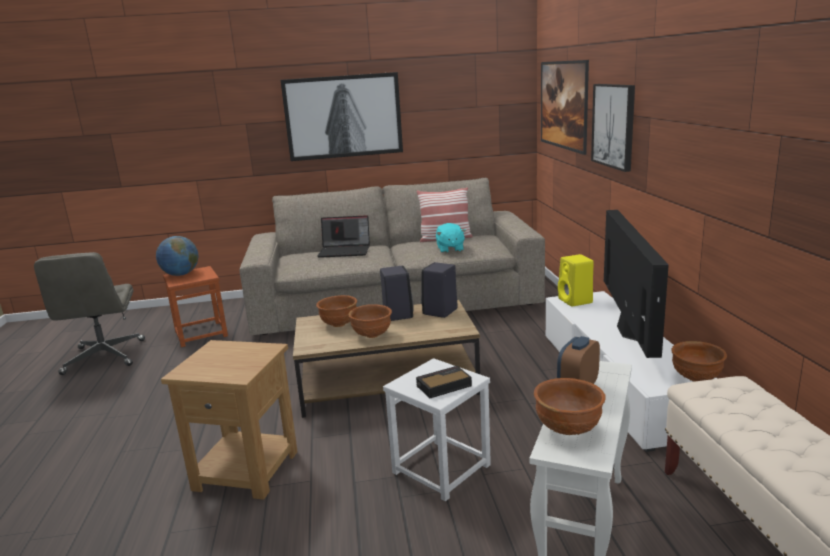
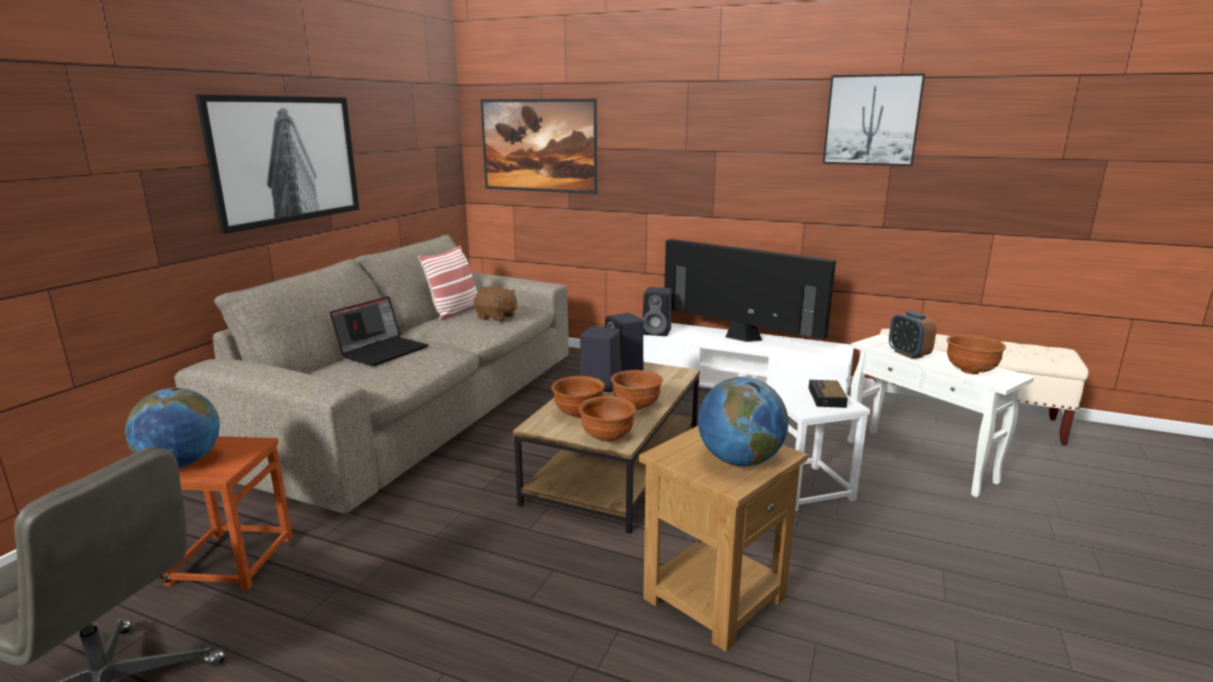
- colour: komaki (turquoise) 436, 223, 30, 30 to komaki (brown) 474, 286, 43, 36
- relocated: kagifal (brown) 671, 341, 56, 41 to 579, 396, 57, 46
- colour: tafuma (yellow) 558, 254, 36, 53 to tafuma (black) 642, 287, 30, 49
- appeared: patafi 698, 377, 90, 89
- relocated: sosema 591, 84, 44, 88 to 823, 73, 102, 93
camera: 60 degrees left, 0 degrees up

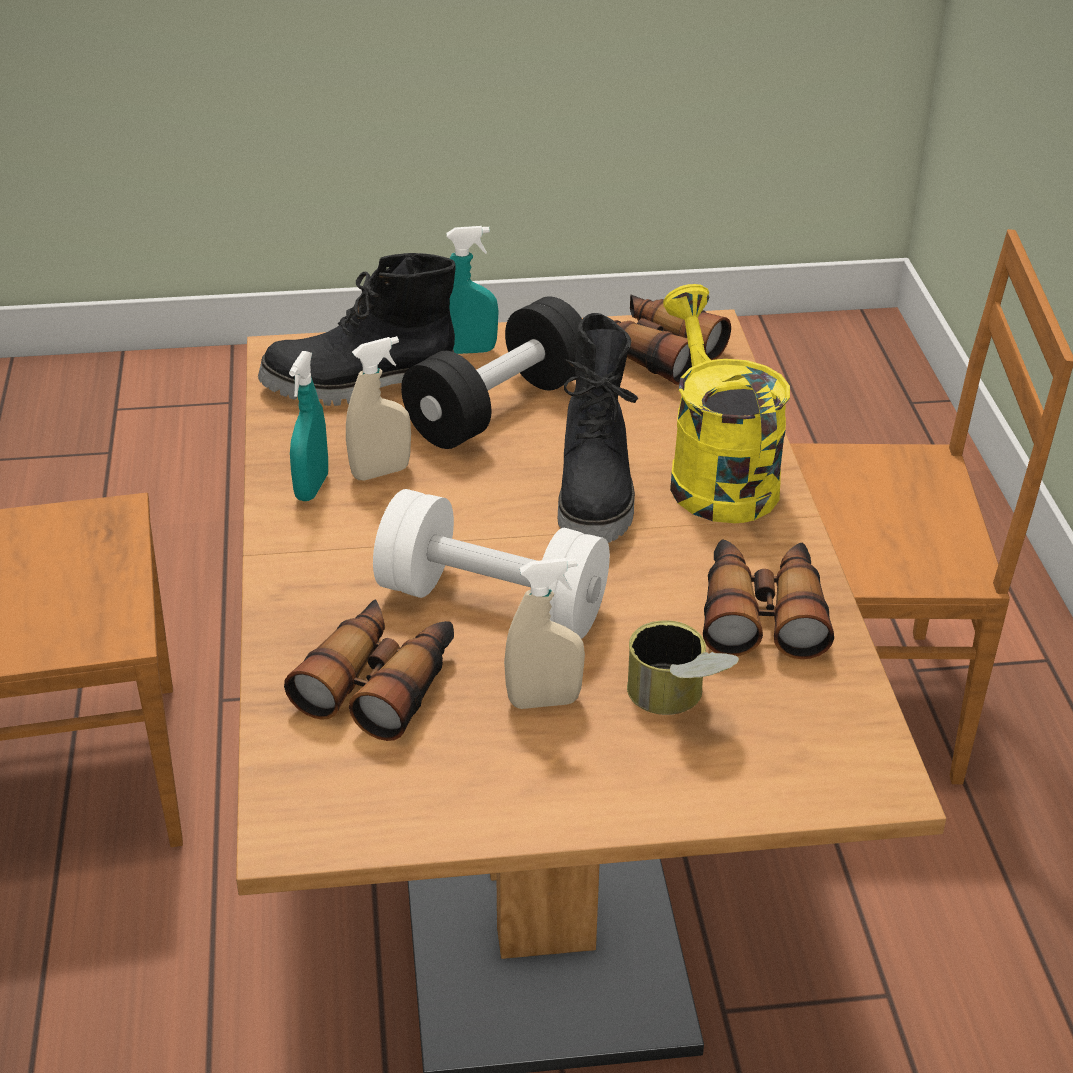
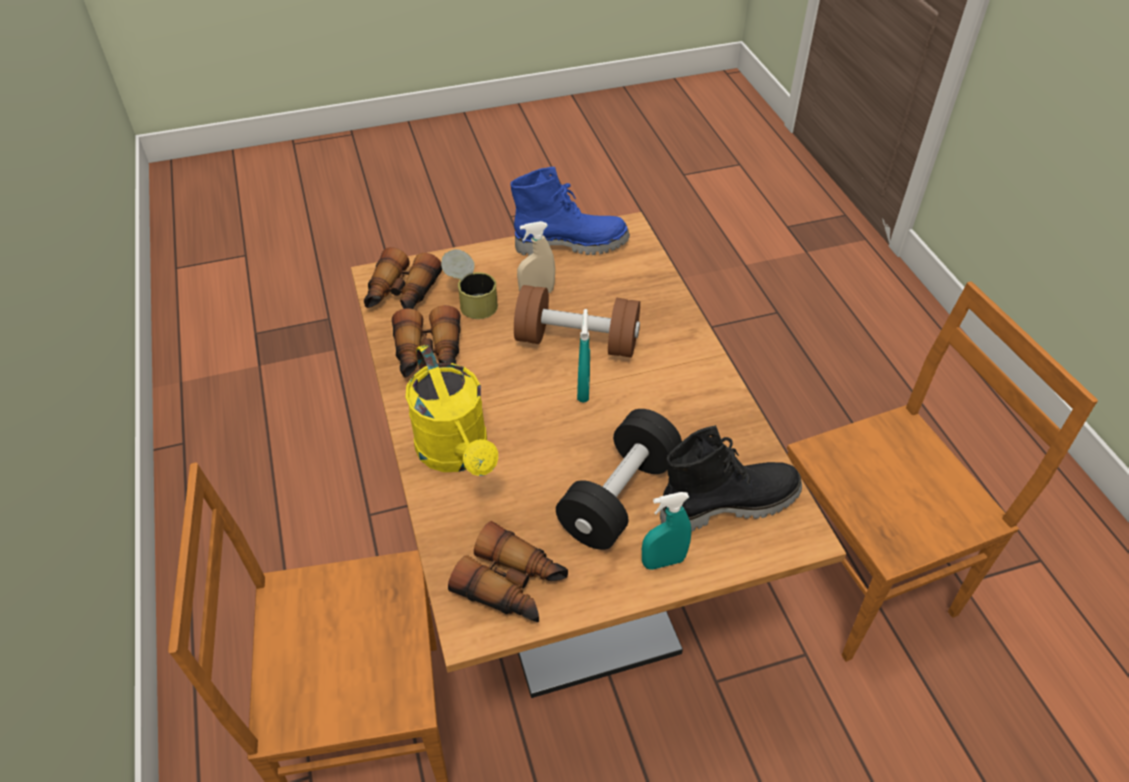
- relocated: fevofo 284, 599, 170, 142 to 364, 247, 78, 62
- appeared: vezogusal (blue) 511, 167, 119, 89
- colour: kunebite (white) 373, 489, 237, 150 to kunebite (brown) 514, 285, 126, 73
- relocated: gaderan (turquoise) 289, 351, 39, 150 to 577, 309, 13, 94
- missing: gaderan (beige) 346, 336, 65, 145
- missing: vezogusal (black) 558, 313, 80, 230
camera: 170 degrees right, 10 degrees up

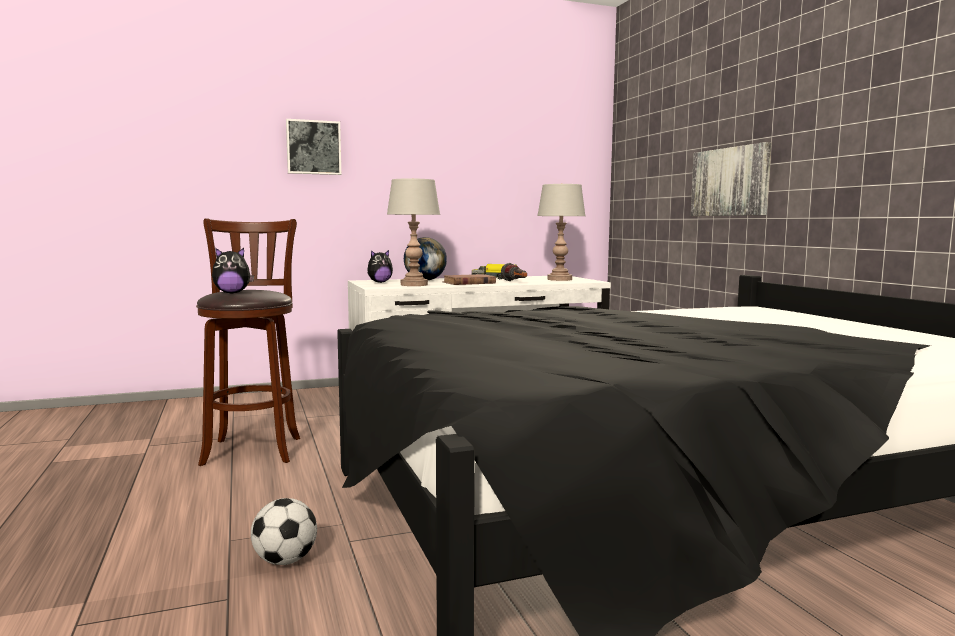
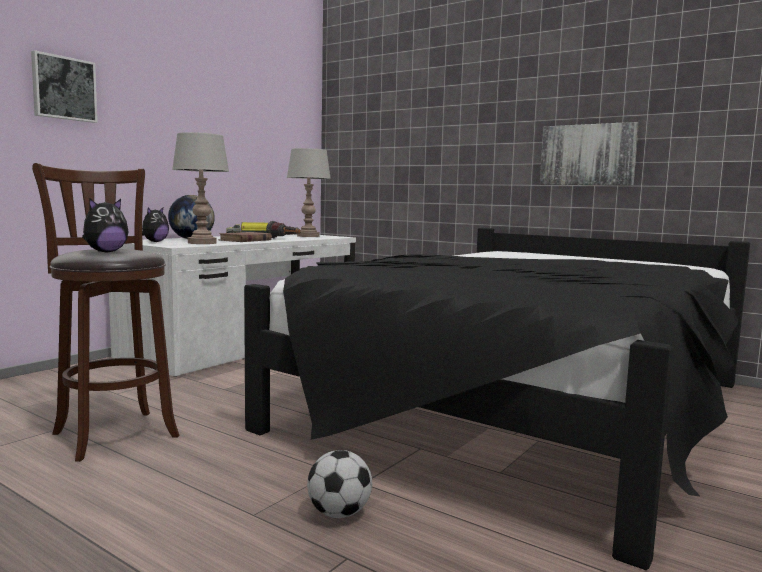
- relocated: sosema 691, 142, 80, 74 to 540, 122, 99, 64
camera: 35 degrees left, 0 degrees up

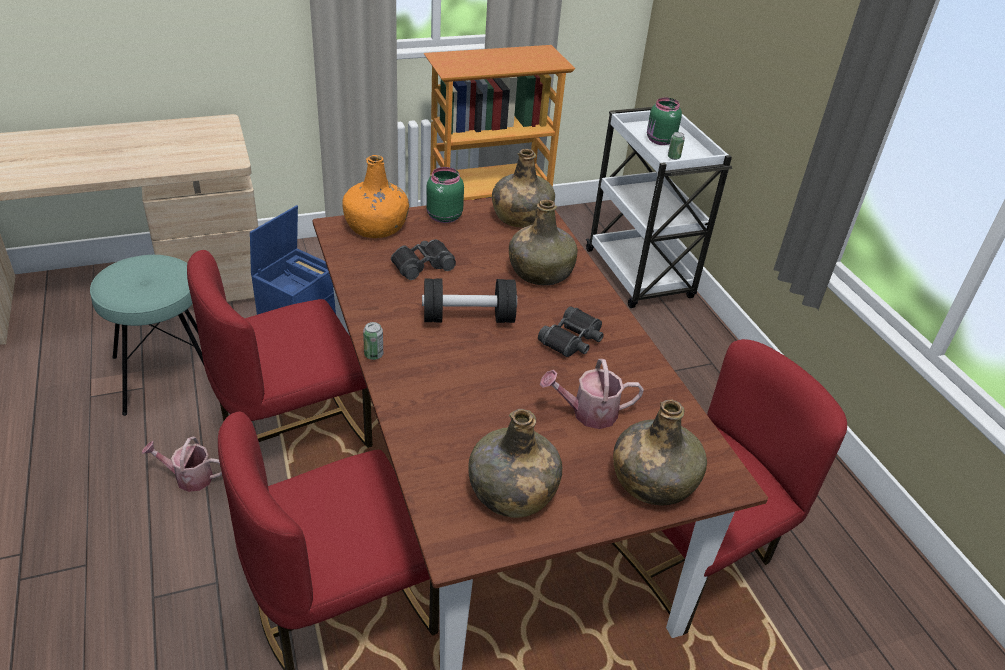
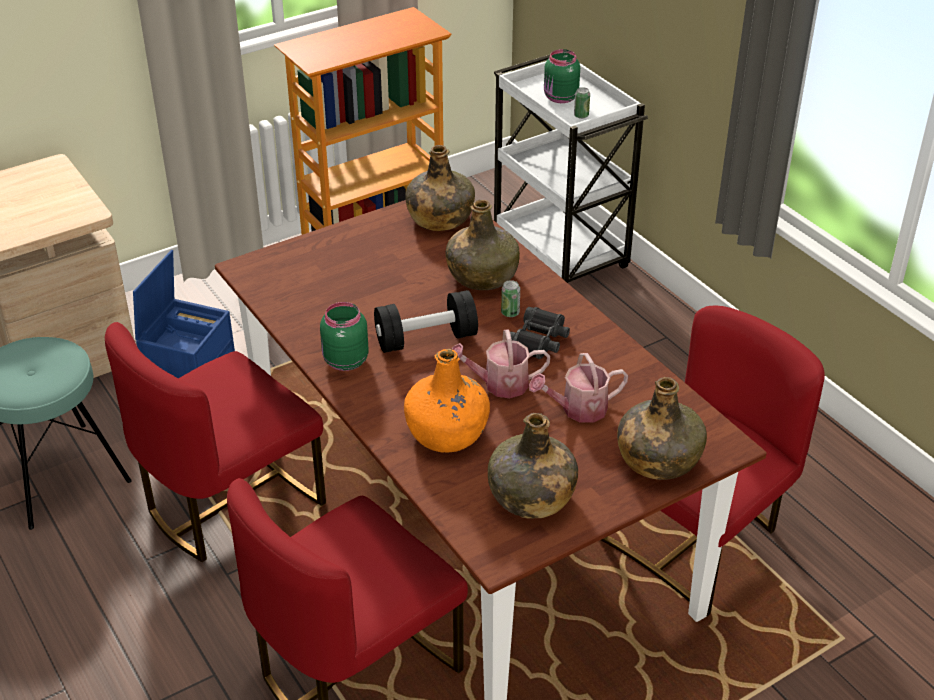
- relocated: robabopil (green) 426, 167, 38, 56 to 320, 302, 49, 69
- relocated: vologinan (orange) 342, 155, 67, 83 to 404, 349, 86, 104
- relocated: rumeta 141, 437, 81, 55 to 452, 329, 98, 69
- relocated: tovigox 363, 322, 20, 38 to 501, 280, 19, 37
- missing: fevofo (black) 391, 239, 65, 41
camera: 10 degrees left, 0 degrees up

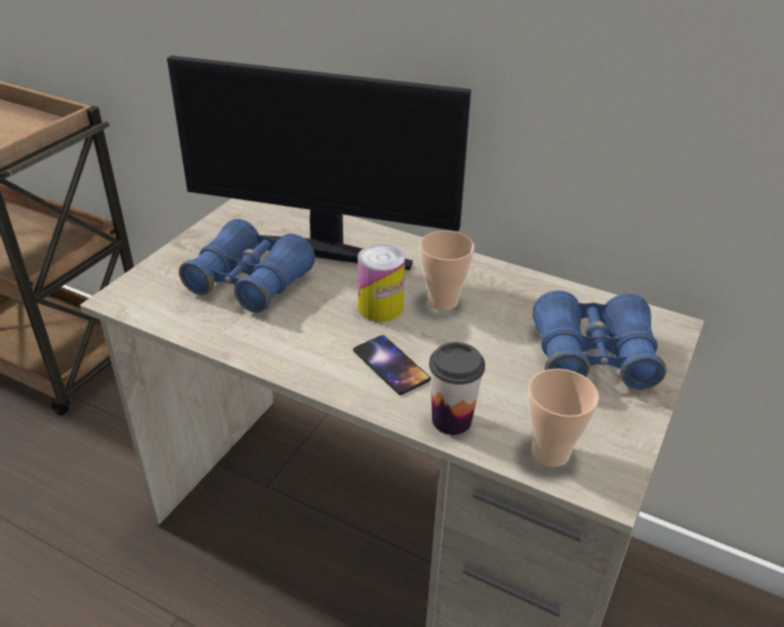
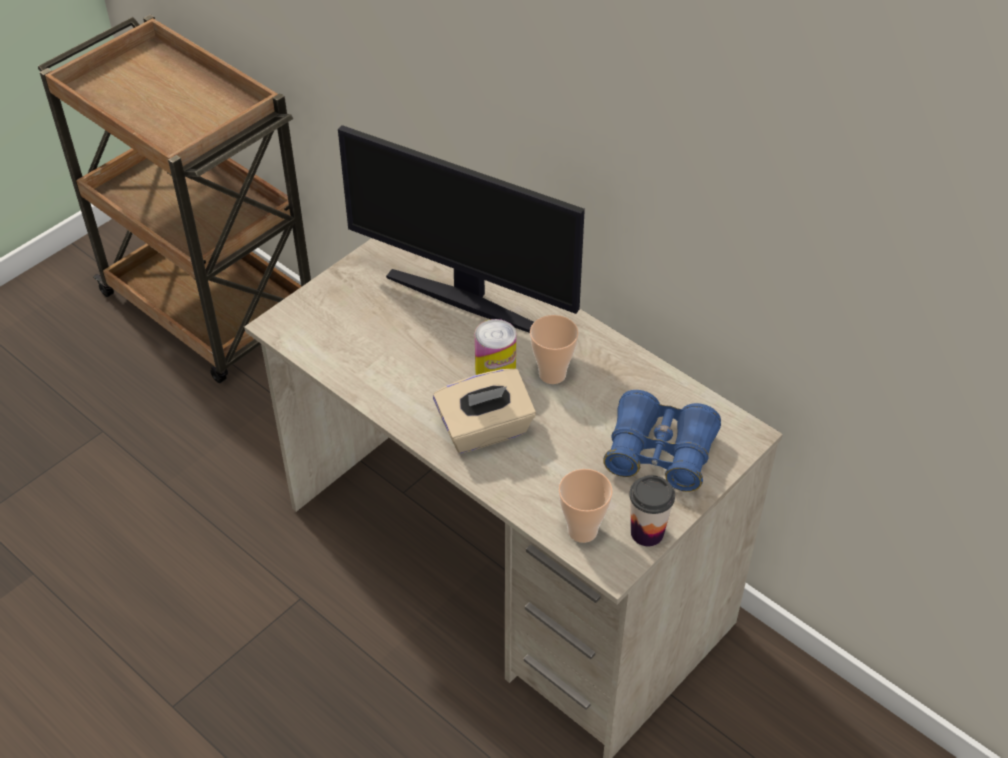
- exchanged: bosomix 353, 335, 78, 60 to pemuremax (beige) 433, 369, 103, 84
- relocated: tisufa 429, 342, 56, 93 to 629, 475, 46, 71
- missing: fevofo (blue) 179, 219, 136, 94
camera: 15 degrees right, 10 degrees up

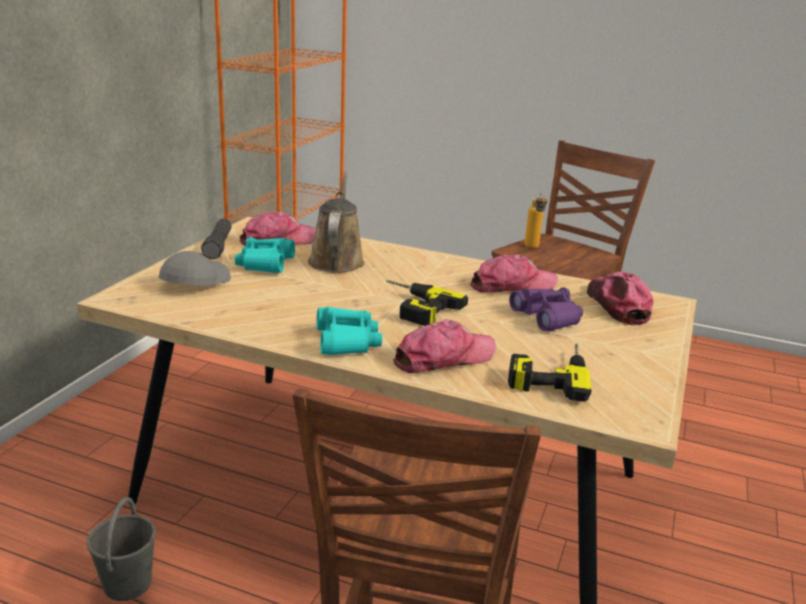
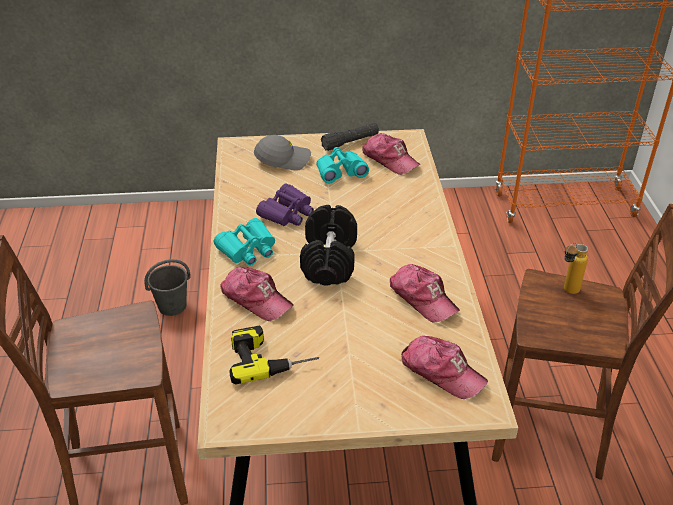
- relocated: fevofo (purple) 509, 287, 74, 44 to 256, 183, 58, 43
- exchanged: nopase 386, 280, 82, 46 to kunebite (black) 300, 205, 57, 81
- spun: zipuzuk 587, 272, 67, 54 = 401, 336, 87, 63 75 degrees clockwise
- missing: rumeta (brown) 308, 171, 57, 102
camera: 65 degrees right, 15 degrees up

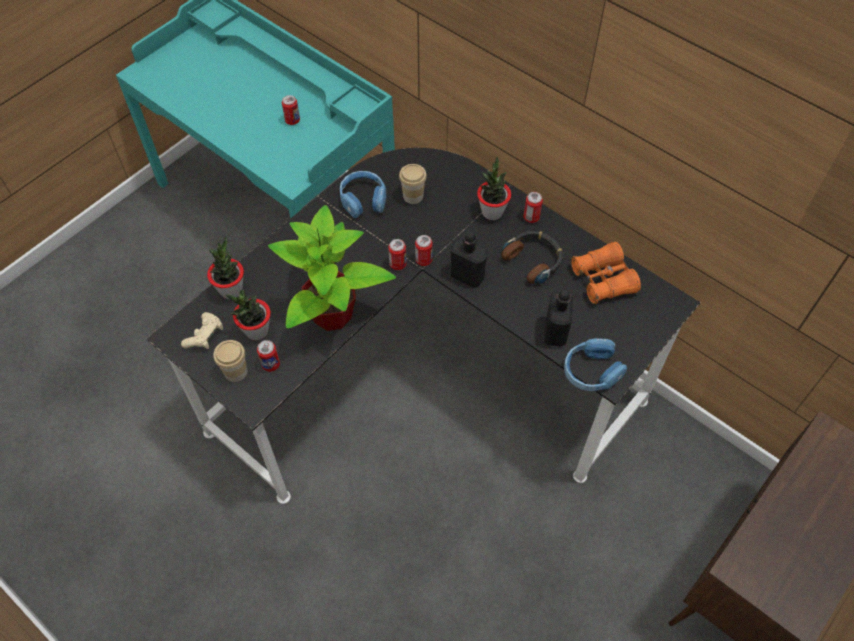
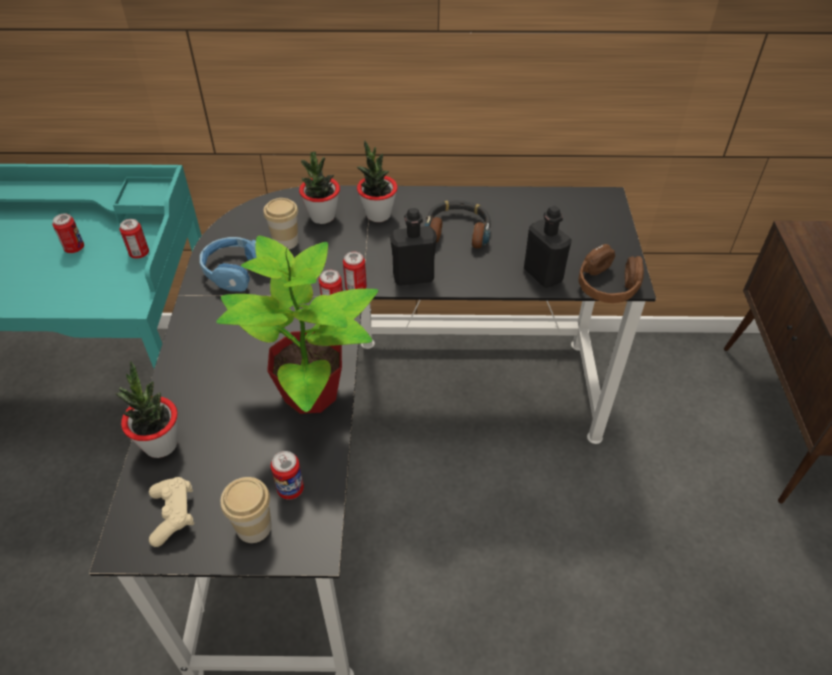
- relocated: tovigox 524, 192, 19, 31 to 120, 219, 29, 40
- relocated: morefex 226, 290, 45, 50 to 299, 152, 41, 72
- colour: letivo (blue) 564, 338, 63, 53 to letivo (brown) 578, 244, 66, 59
- missing: fevofo (orange) 571, 242, 70, 62
camera: 40 degrees left, 10 degrees down

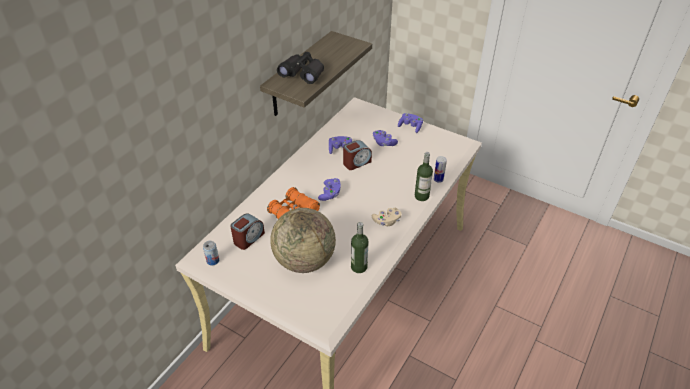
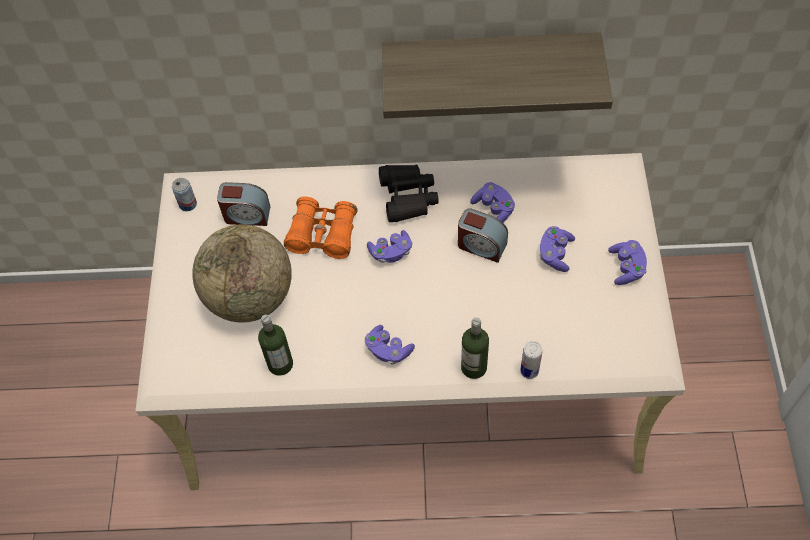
- colour: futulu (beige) 372, 208, 30, 18 to futulu (purple) 365, 325, 50, 40
- relocated: fevofo (black) 277, 52, 47, 32 to 379, 164, 60, 58
camera: 60 degrees right, 15 degrees up

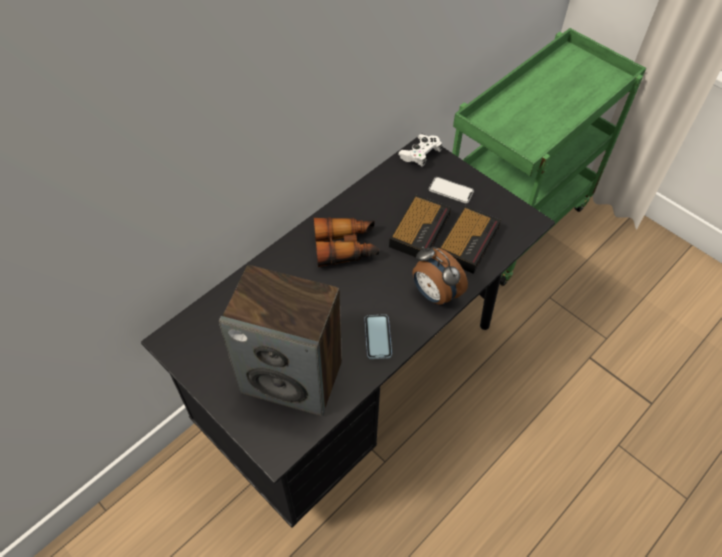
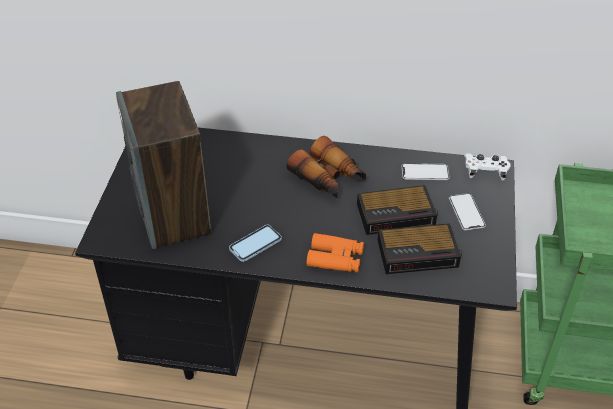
- exchanged: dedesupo 413, 247, 55, 58 to fevofo (orange) 307, 233, 57, 39
- appeared: bosomix 401, 163, 49, 17
camera: 55 degrees right, 10 degrees down

